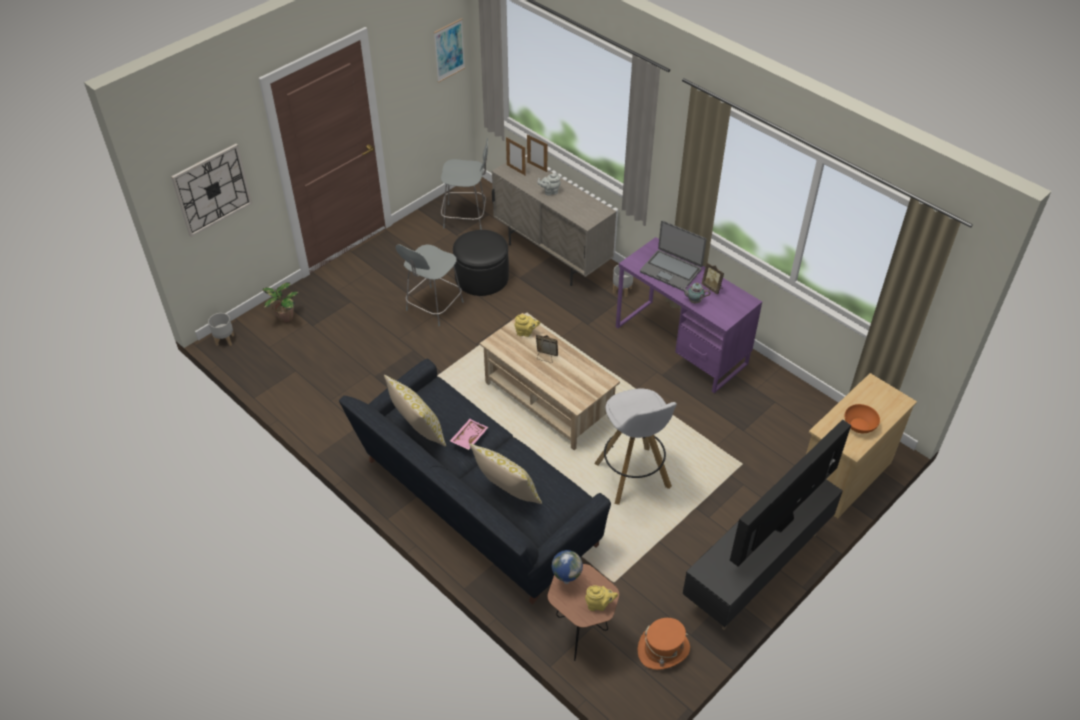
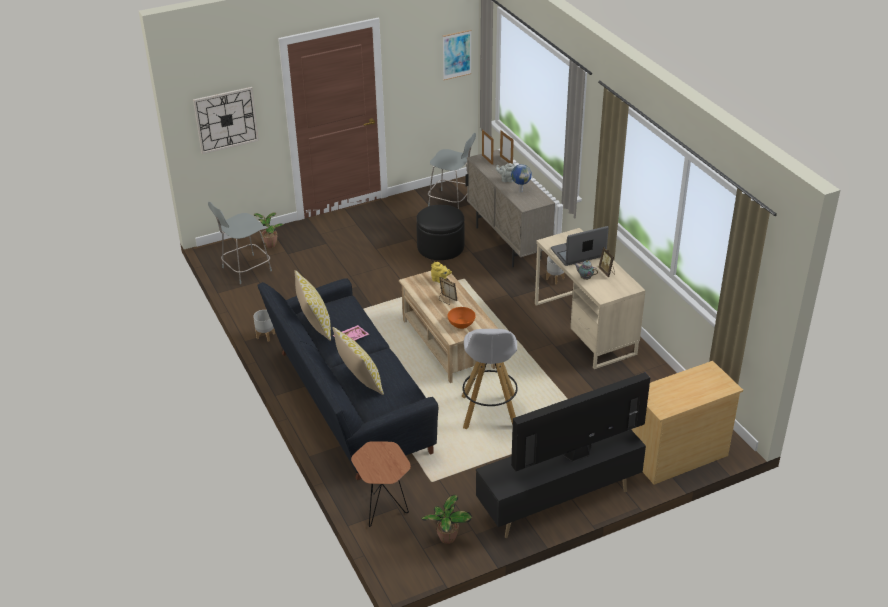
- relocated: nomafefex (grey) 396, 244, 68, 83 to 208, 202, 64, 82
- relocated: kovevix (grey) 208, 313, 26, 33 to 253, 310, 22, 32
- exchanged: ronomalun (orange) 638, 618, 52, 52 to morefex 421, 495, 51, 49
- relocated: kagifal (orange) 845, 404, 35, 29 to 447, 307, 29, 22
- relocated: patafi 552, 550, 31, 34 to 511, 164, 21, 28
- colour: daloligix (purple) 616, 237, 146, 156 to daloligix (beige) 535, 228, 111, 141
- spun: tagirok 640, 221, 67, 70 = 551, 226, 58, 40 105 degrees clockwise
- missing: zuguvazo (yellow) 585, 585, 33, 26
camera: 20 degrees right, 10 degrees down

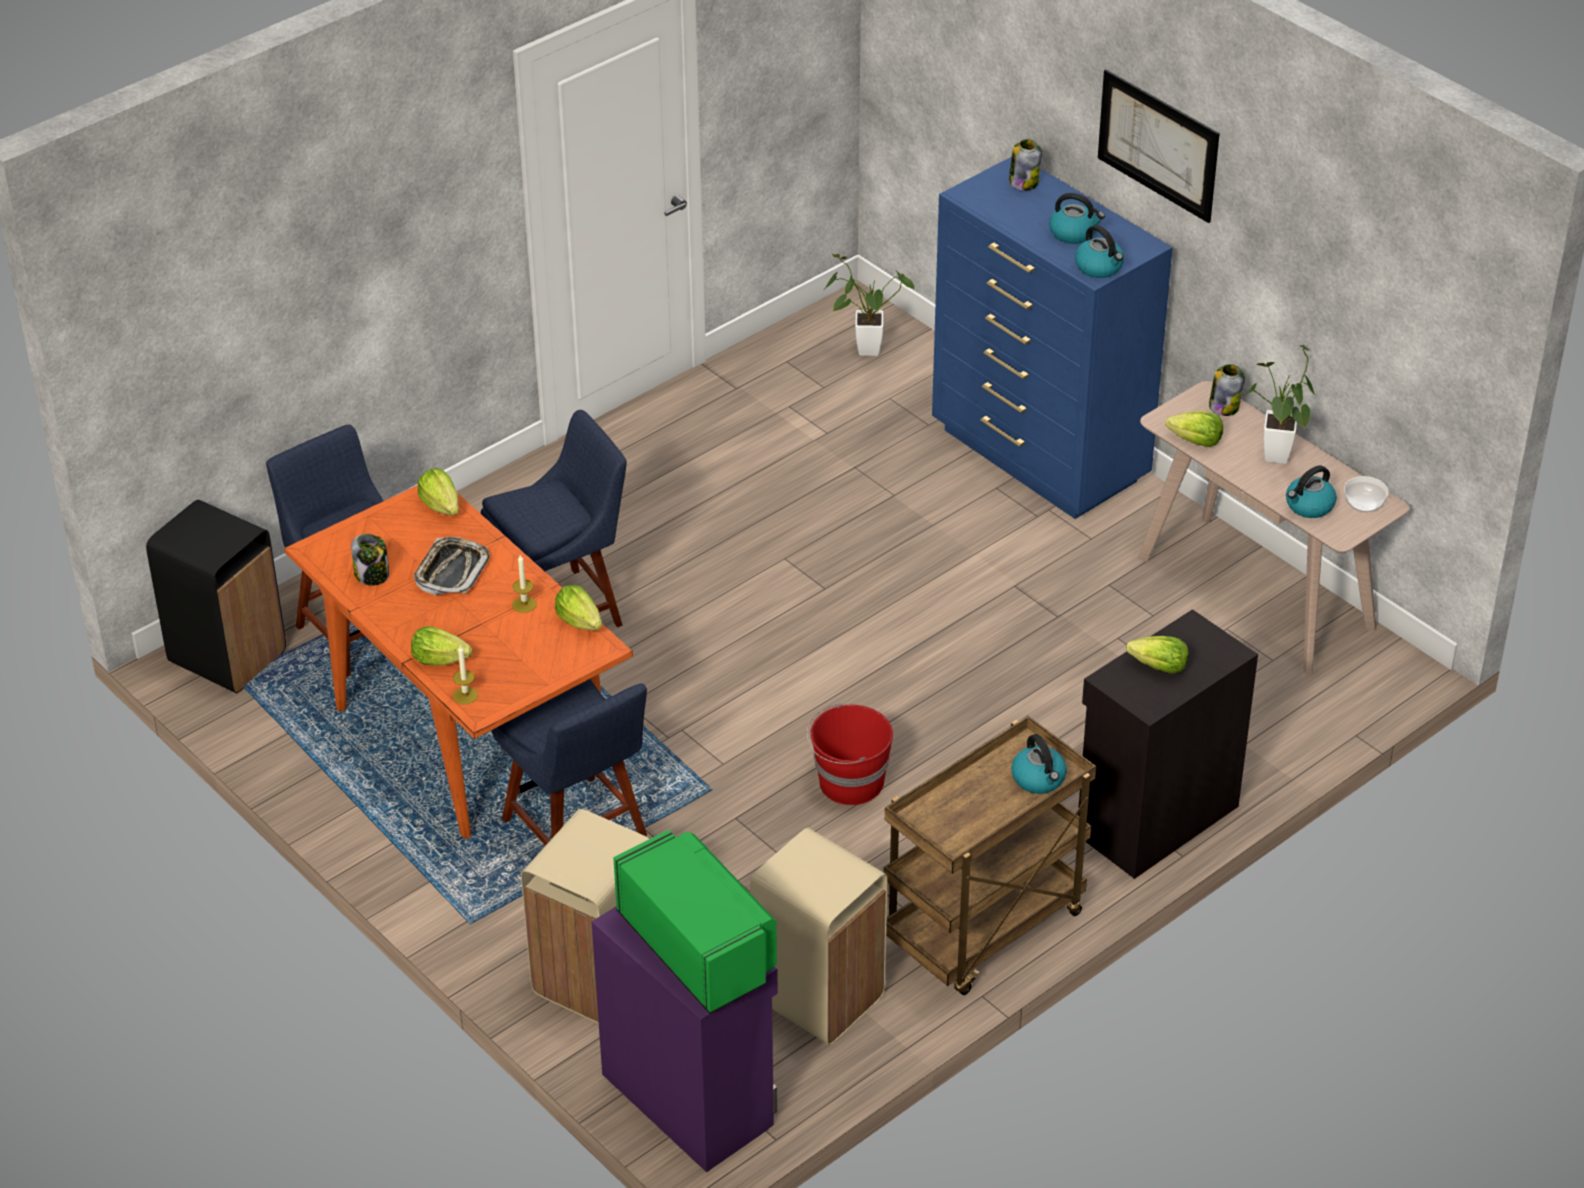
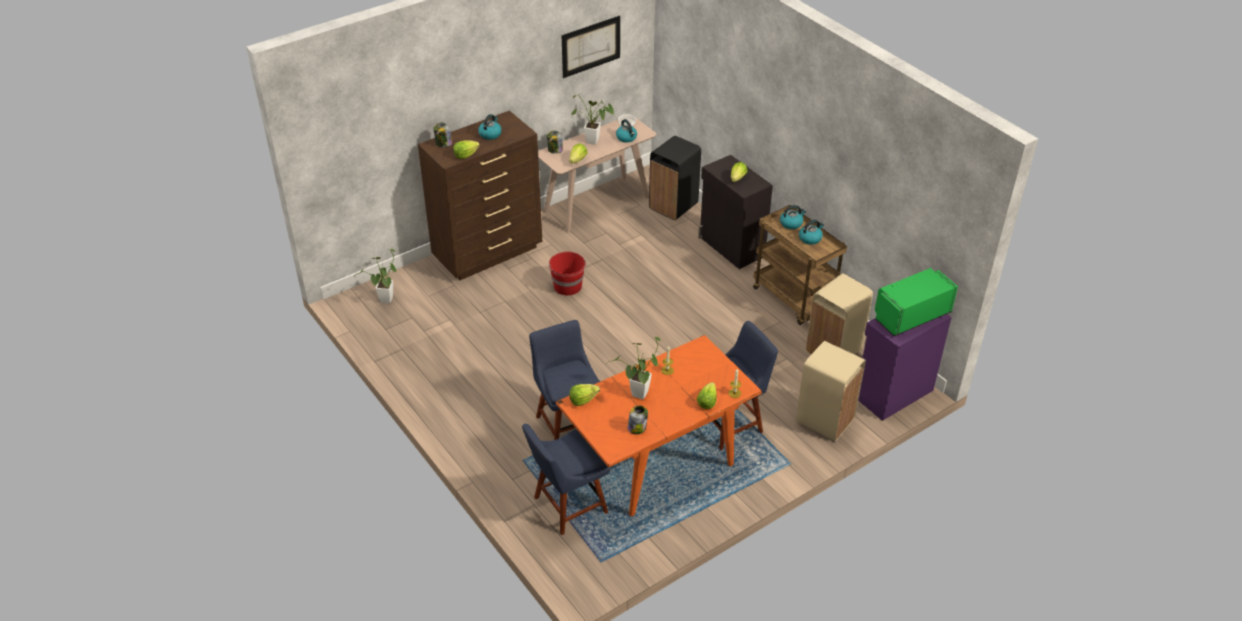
- colour: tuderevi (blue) 932, 157, 241, 362 to tuderevi (brown) 418, 110, 124, 170
- relocated: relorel 555, 585, 47, 45 to 453, 140, 27, 19
- relocated: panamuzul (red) 806, 703, 87, 102 to 549, 252, 37, 44
- relocated: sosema 1098, 70, 122, 153 to 562, 16, 58, 62
- exchanged: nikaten 414, 537, 76, 58 to morefex 607, 337, 54, 63
- relocated: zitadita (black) 146, 500, 140, 193 to 649, 136, 52, 84
- relocated: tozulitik 1075, 225, 49, 53 to 799, 220, 25, 25
camera: 85 degrees left, 0 degrees up

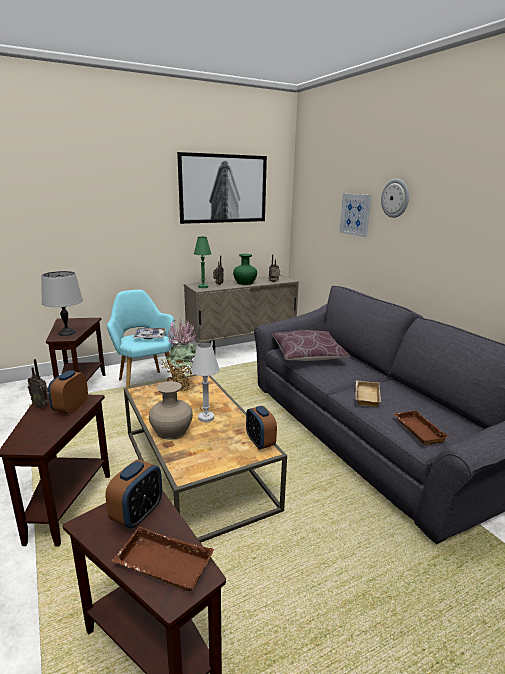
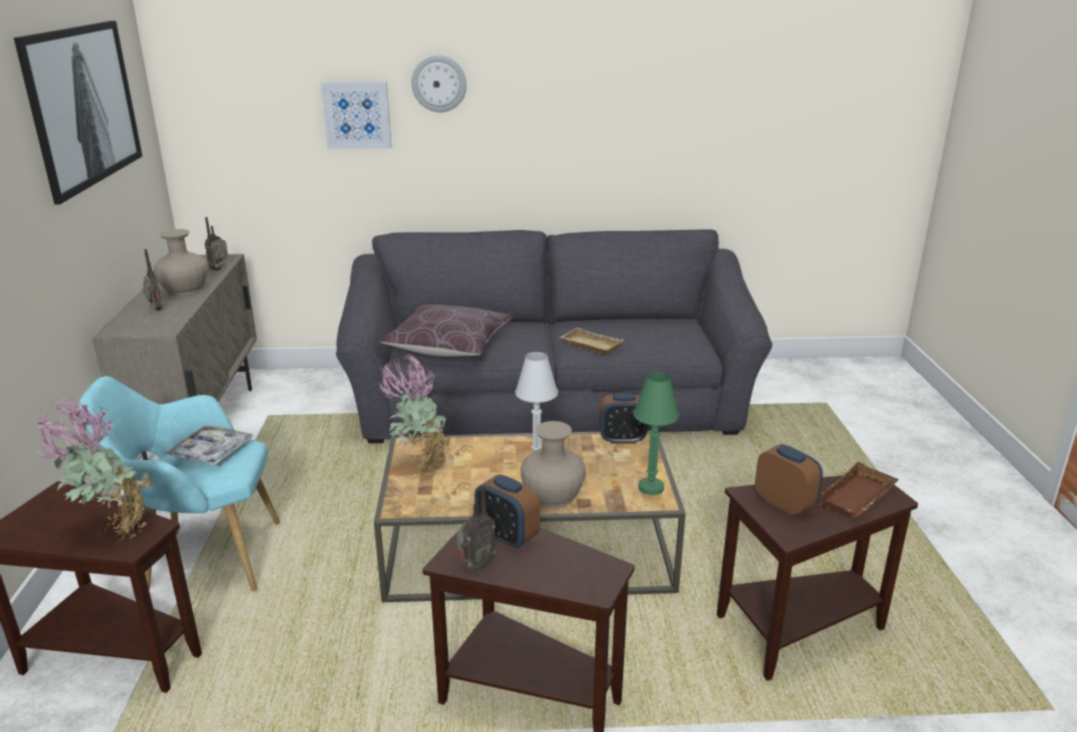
- exchanged: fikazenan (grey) 41, 271, 42, 65 to morefex 33, 399, 120, 141
- colour: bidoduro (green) 233, 254, 24, 31 to bidoduro (beige) 154, 229, 54, 67
- relocated: fikazenan (green) 194, 237, 17, 51 to 633, 372, 46, 123
- missing: nikaten (brown) 394, 410, 55, 35
camera: 65 degrees left, 5 degrees up

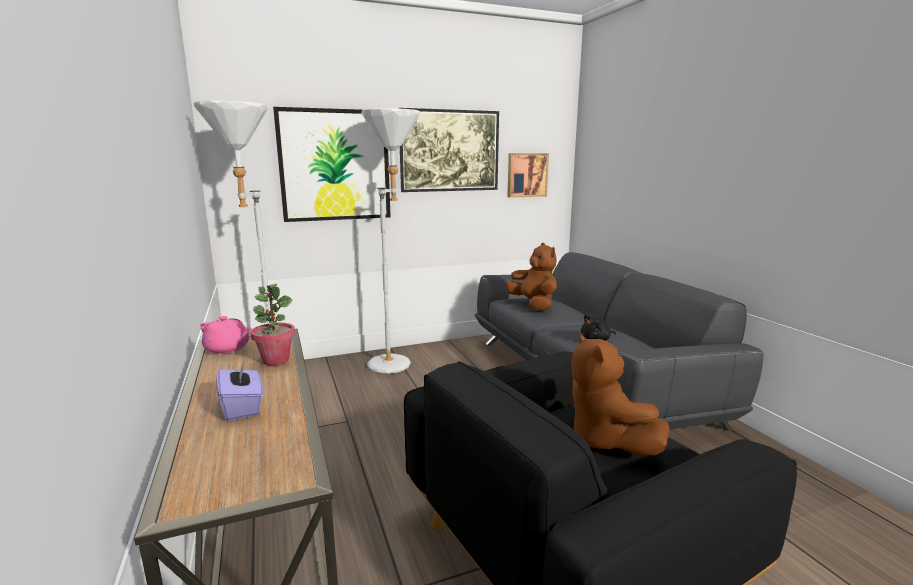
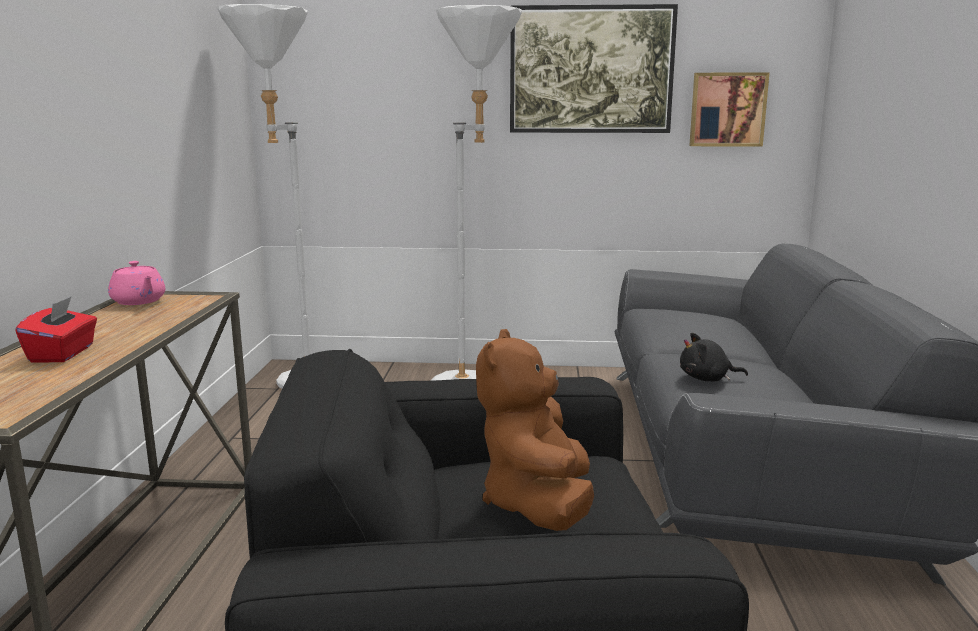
- colour: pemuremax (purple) 216, 360, 47, 61 to pemuremax (red) 16, 296, 81, 66
- missing: morefex 250, 284, 45, 81
- missing: sosema 273, 107, 118, 115
- missing: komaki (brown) 505, 243, 52, 68
camera: 25 degrees right, 0 degrees up

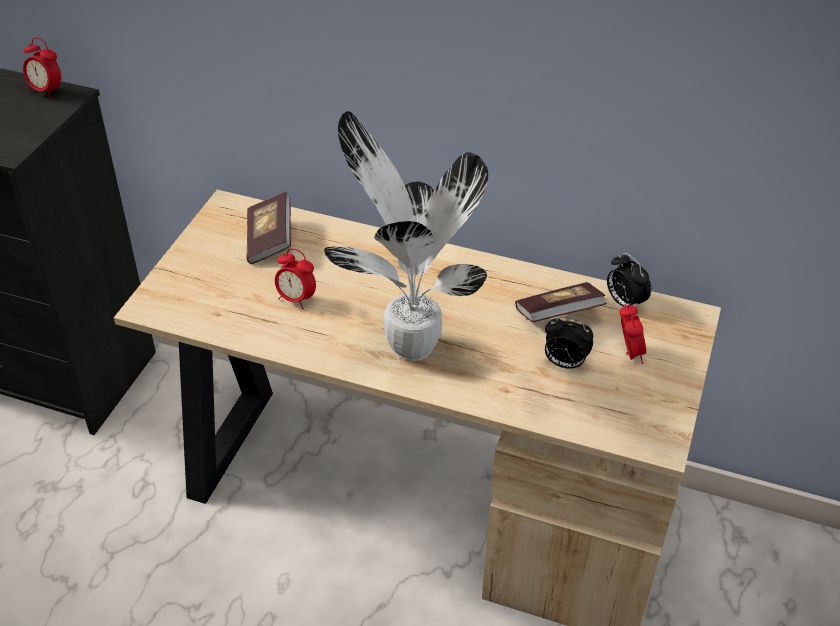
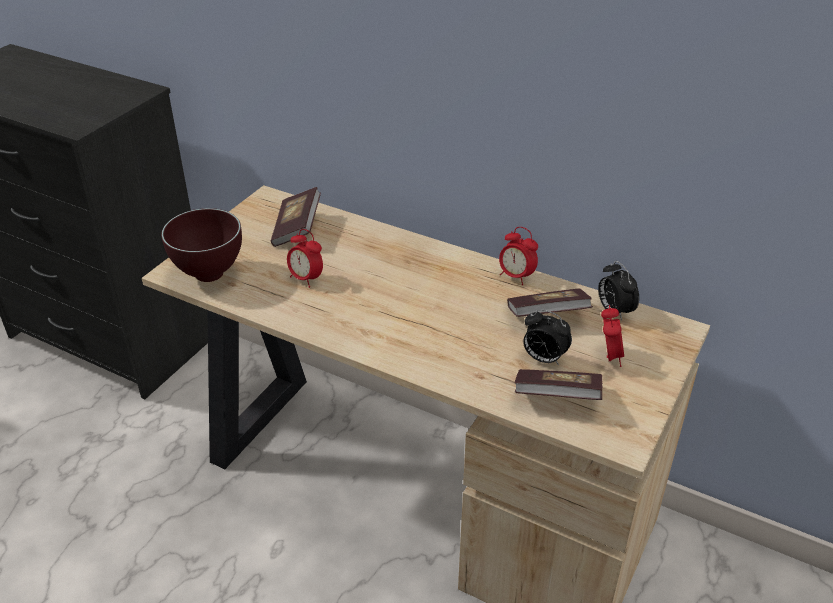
- appeared: kagifal (brown) 161, 208, 81, 74
- relocated: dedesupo 23, 38, 38, 61 to 499, 227, 39, 58
- appeared: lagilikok 515, 369, 87, 31
- missing: morefex 324, 111, 164, 250
camera: 10 degrees right, 5 degrees down

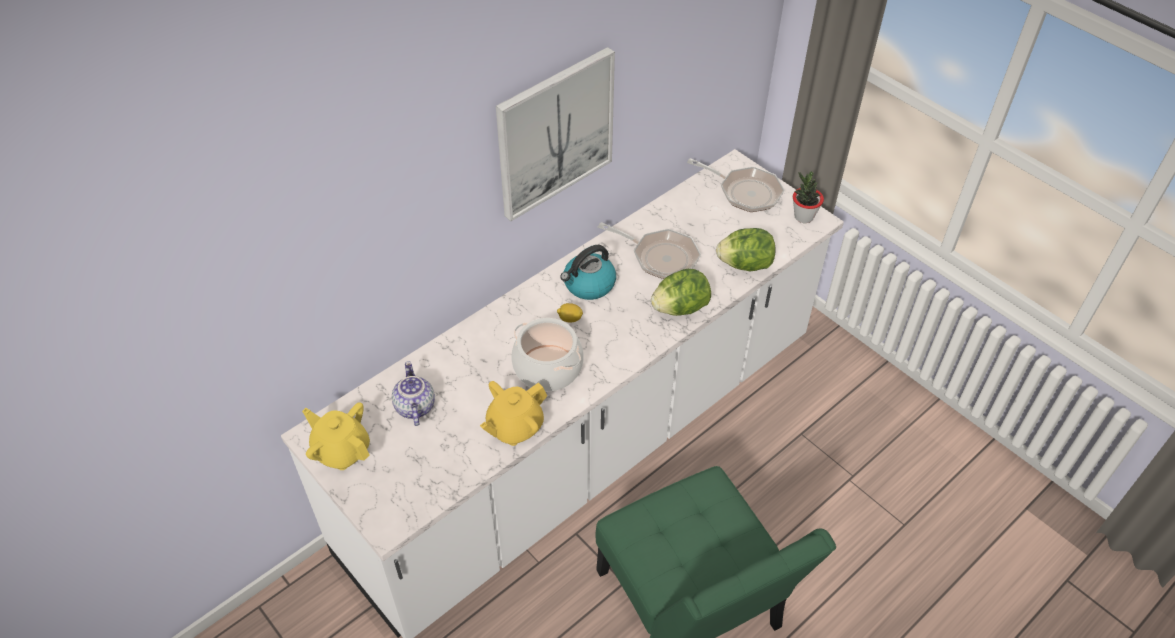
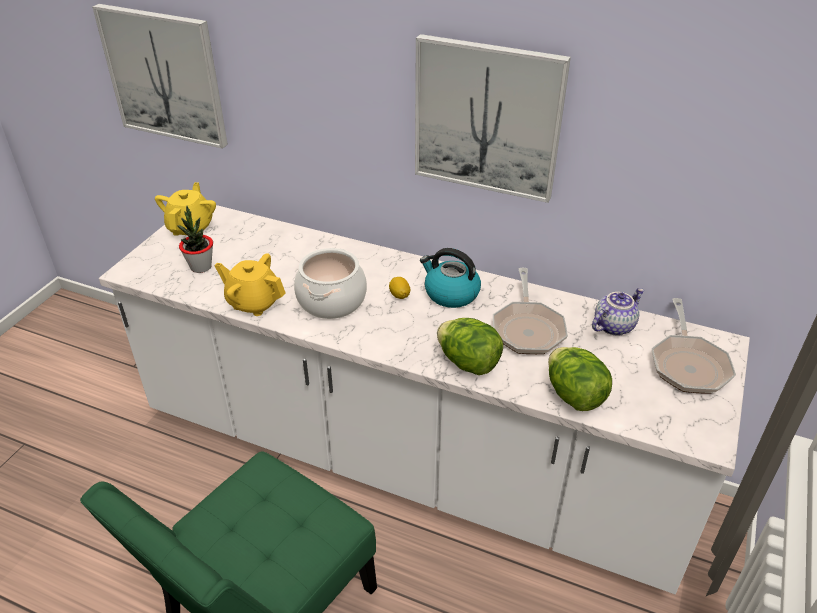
- appeared: sosema 92, 4, 136, 145
- relocated: morefex 793, 171, 31, 52 to 178, 206, 35, 67
- relocated: zuguvazo 392, 361, 43, 65 to 592, 288, 52, 48
camera: 65 degrees right, 10 degrees down

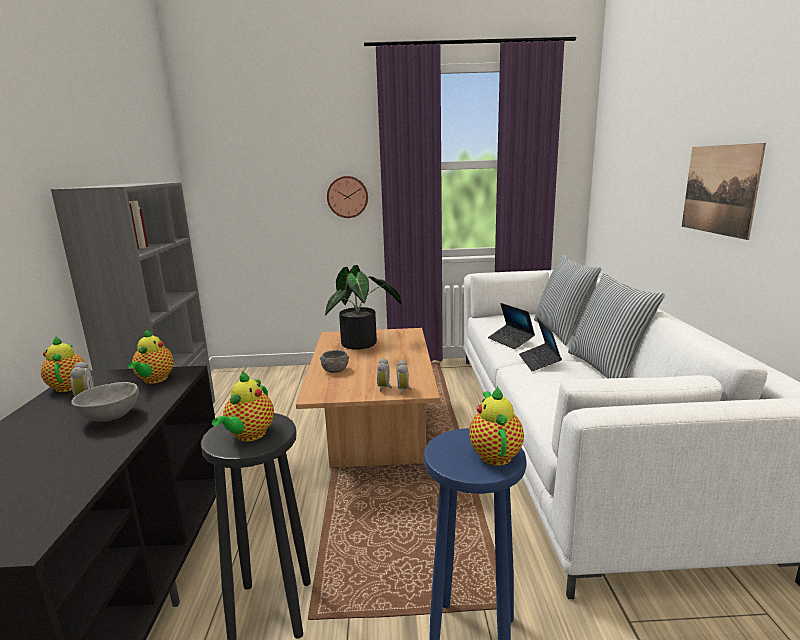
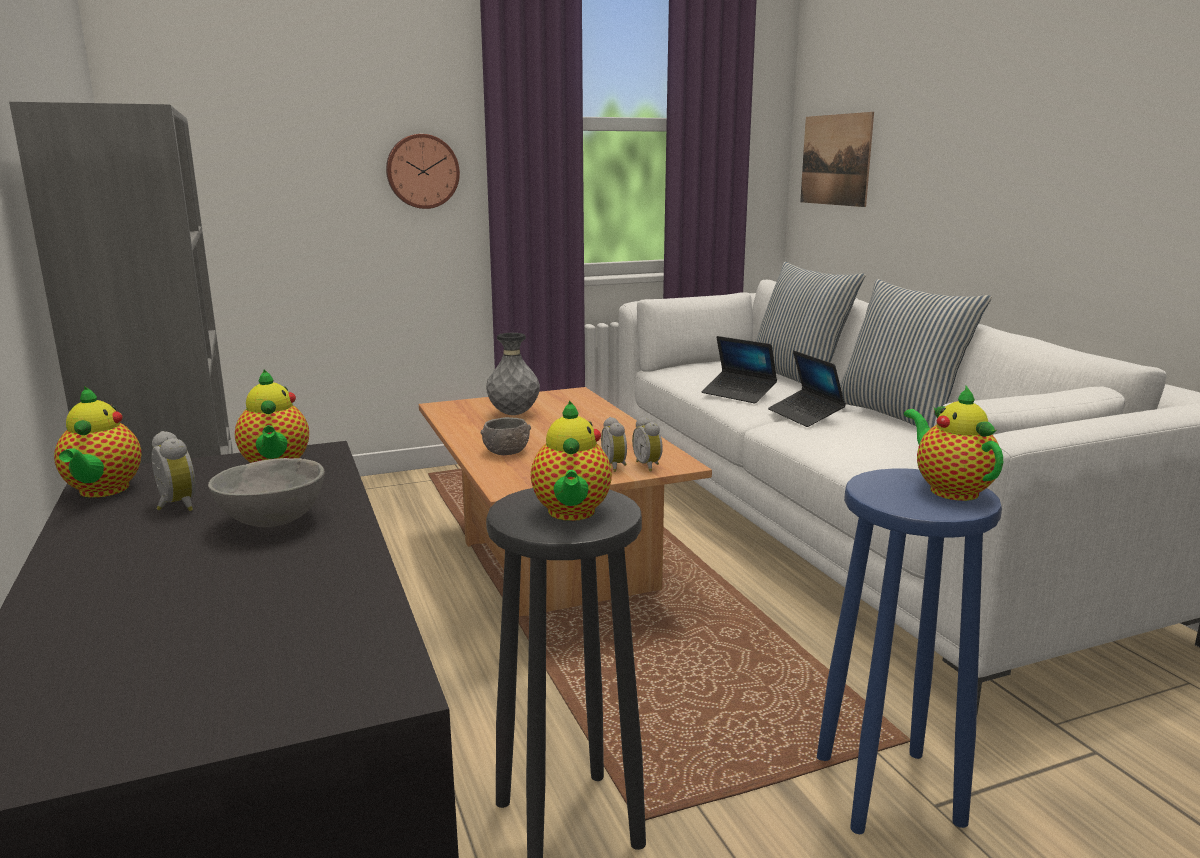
- spun: zuguvazo 41, 336, 44, 56 = 54, 386, 88, 112 150 degrees counterclockwise
- exchanged: morefex 325, 265, 77, 85 to bidoduro (grey) 486, 333, 54, 82
- relocated: sosema 682, 143, 84, 97 to 800, 112, 74, 95
camera: 20 degrees left, 0 degrees up

